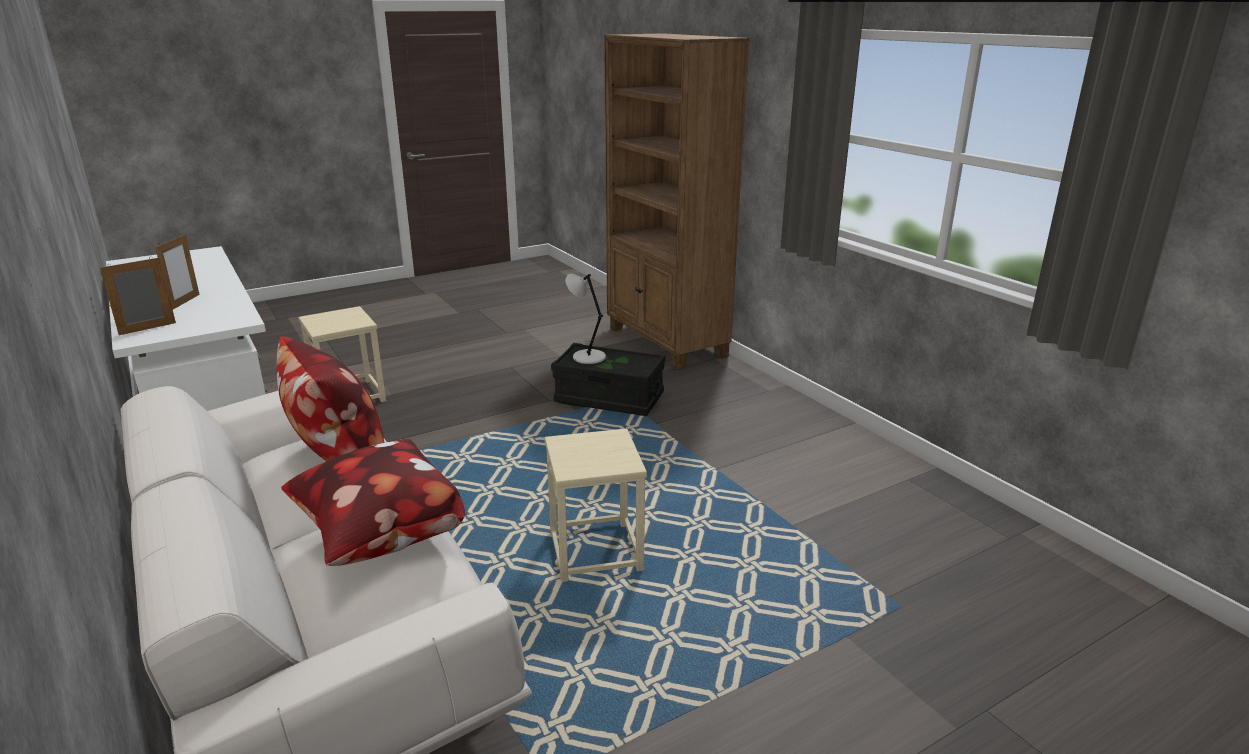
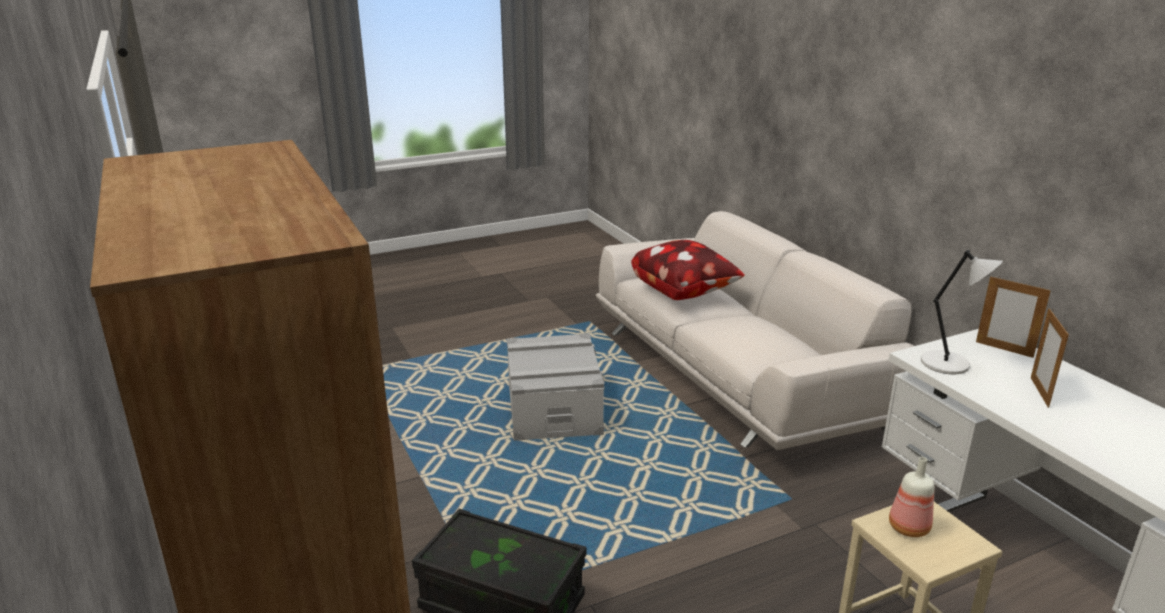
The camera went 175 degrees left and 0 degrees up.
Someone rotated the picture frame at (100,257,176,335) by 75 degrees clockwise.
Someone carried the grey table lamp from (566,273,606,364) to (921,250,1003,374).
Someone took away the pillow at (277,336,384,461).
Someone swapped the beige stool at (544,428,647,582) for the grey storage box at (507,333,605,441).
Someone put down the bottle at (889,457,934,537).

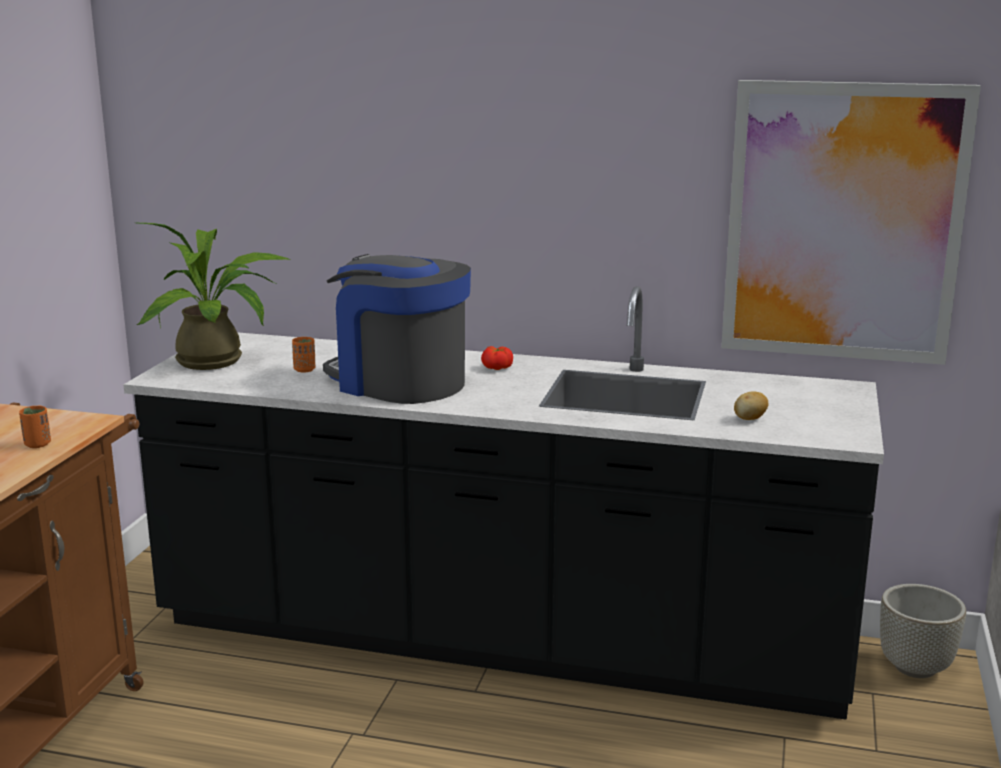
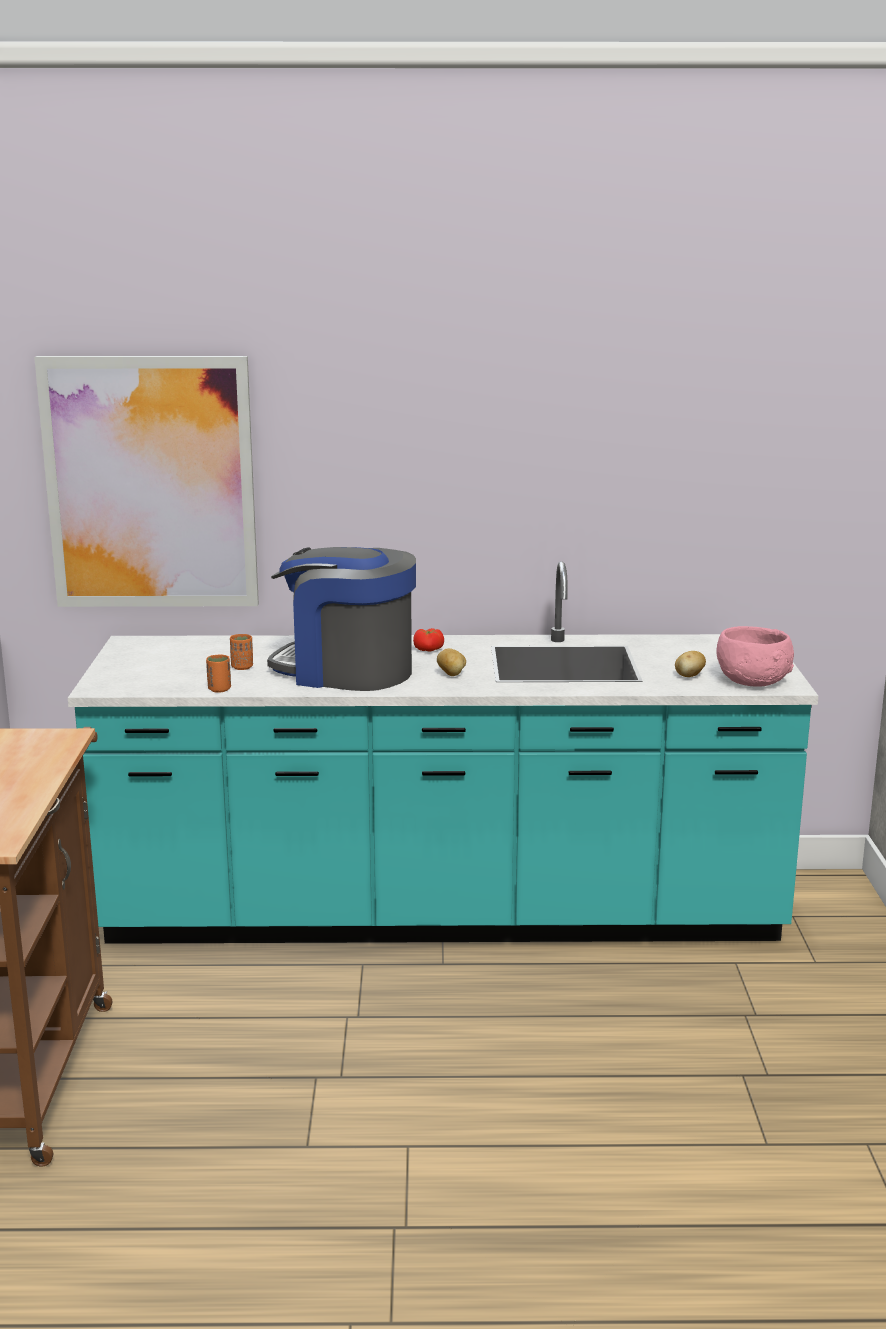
The camera went 15 degrees left and 0 degrees up.
Someone carried the picture from (721,80,981,365) to (34,356,259,607).
Someone took away the potted plant at (137,223,291,370).
Someone repainted the black counter at (123,286,884,720), which became the turquoise counter at (68,562,818,944).
Someone carried the orange cup from (19,406,51,448) to (206,654,231,693).
Someone took away the grey planter at (880,584,966,678).
Someone put down the pink bowl at (716,626,794,687).
Someone put down the potato at (437,648,466,676).

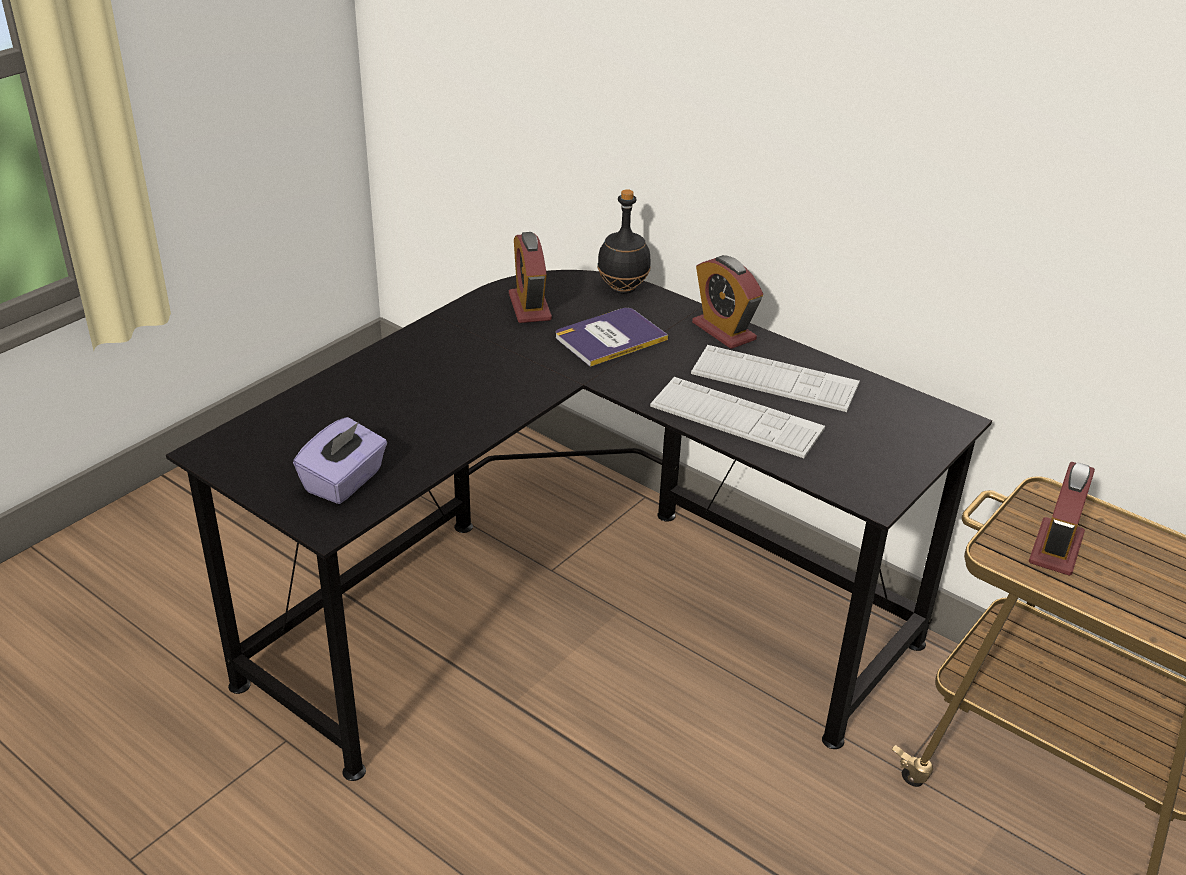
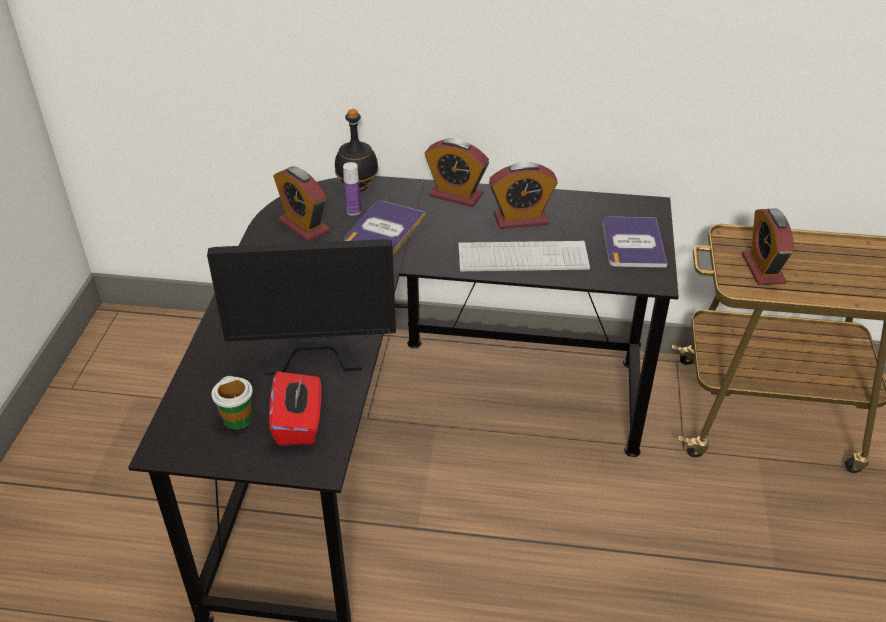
The camera went 30 degrees left and 5 degrees up.
Someone swapped the keyboard at (691,345,860,412) for the alarm clock at (489,162,558,229).
Someone repainted the purple tissue box at (293,417,387,504), which became the red tissue box at (269,372,321,446).
Someone put down the bottle at (343,162,361,216).
Someone put down the book at (602,217,667,268).
Someone put down the monitor at (207,239,396,375).
Someone put down the cup at (212,376,253,429).

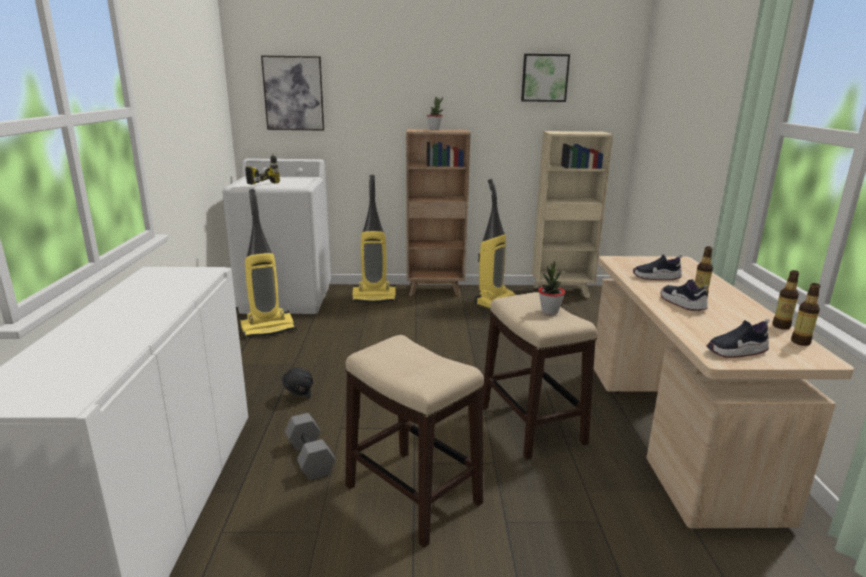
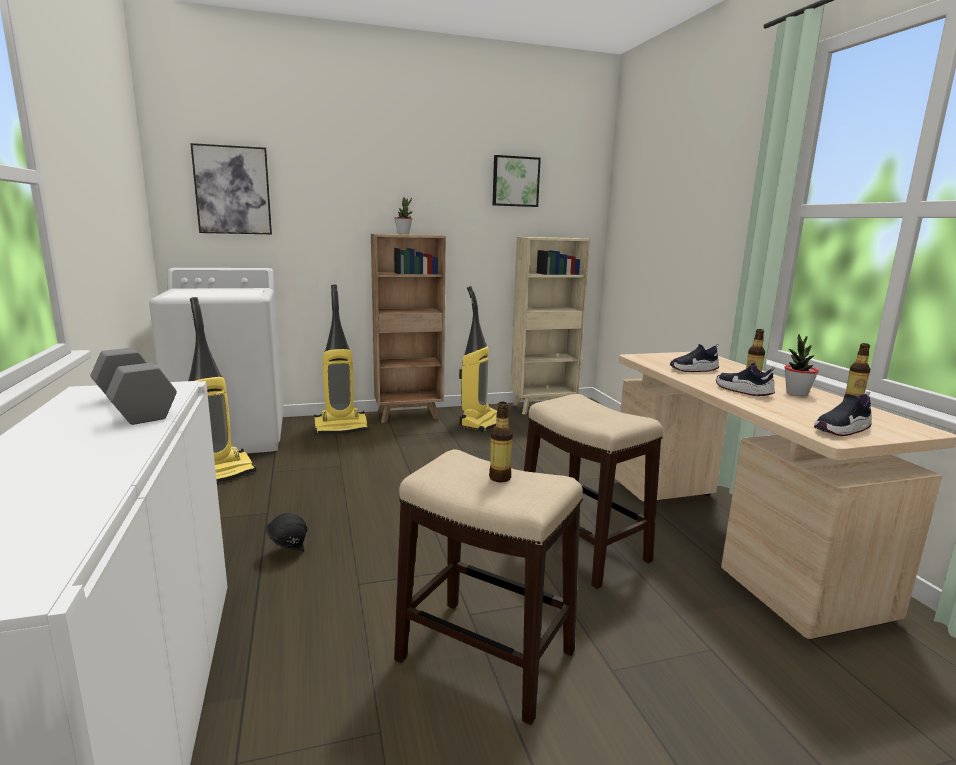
The camera went 15 degrees left and 5 degrees down.
Someone took away the power drill at (245,153,280,185).
Someone carried the potted plant from (539,260,565,315) to (784,334,819,396).
Someone carried the bottle from (791,283,820,346) to (489,402,513,482).
Someone carried the grey dumbbell from (285,413,336,480) to (91,348,177,425).

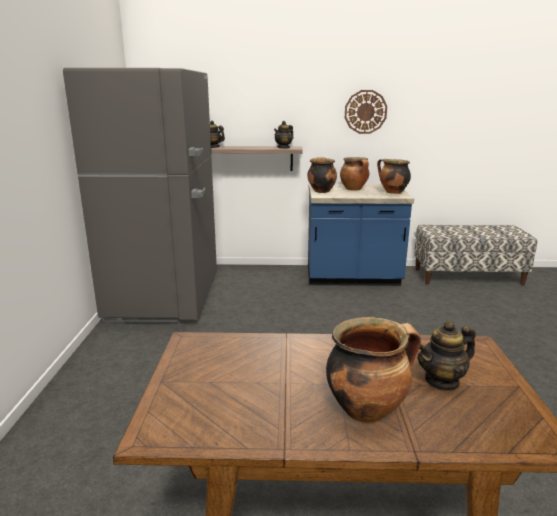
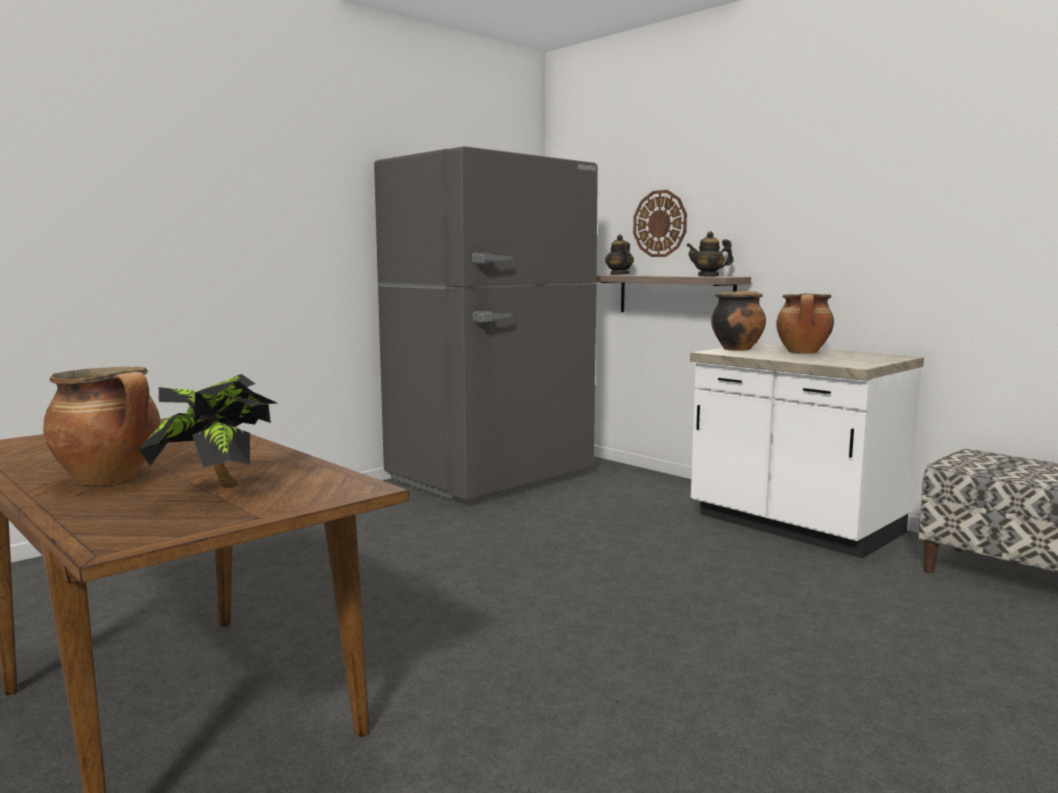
The camera went 45 degrees right and 10 degrees down.
Someone carried the wall clock from (345,90,387,134) to (633,190,687,257).
Someone took away the cooking pot at (377,159,411,194).
Someone repainted the blue counter at (308,184,414,286), which became the white counter at (690,343,924,558).
Someone swapped the teapot at (418,321,476,392) for the potted plant at (138,374,277,488).

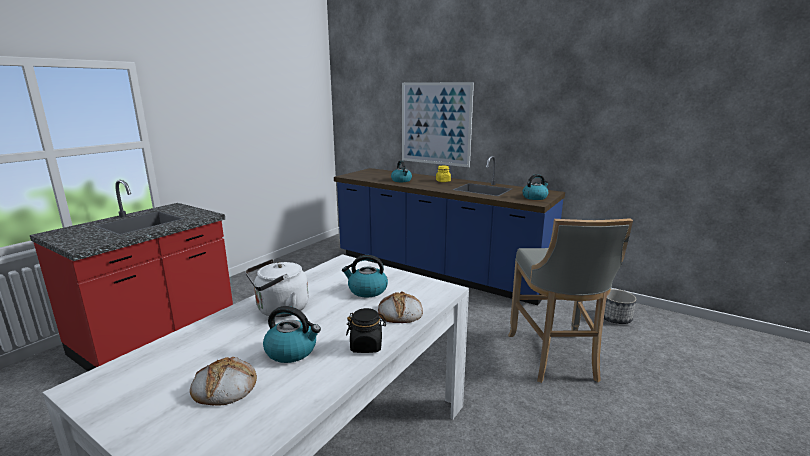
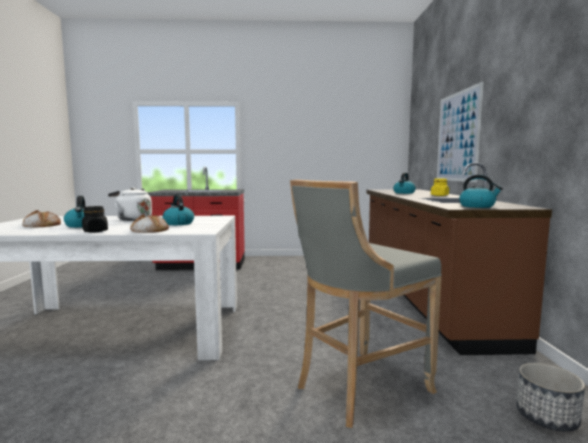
The camera went 55 degrees right and 10 degrees down.
Someone repainted the blue counter at (334,156,565,305), which became the brown counter at (367,163,552,355).

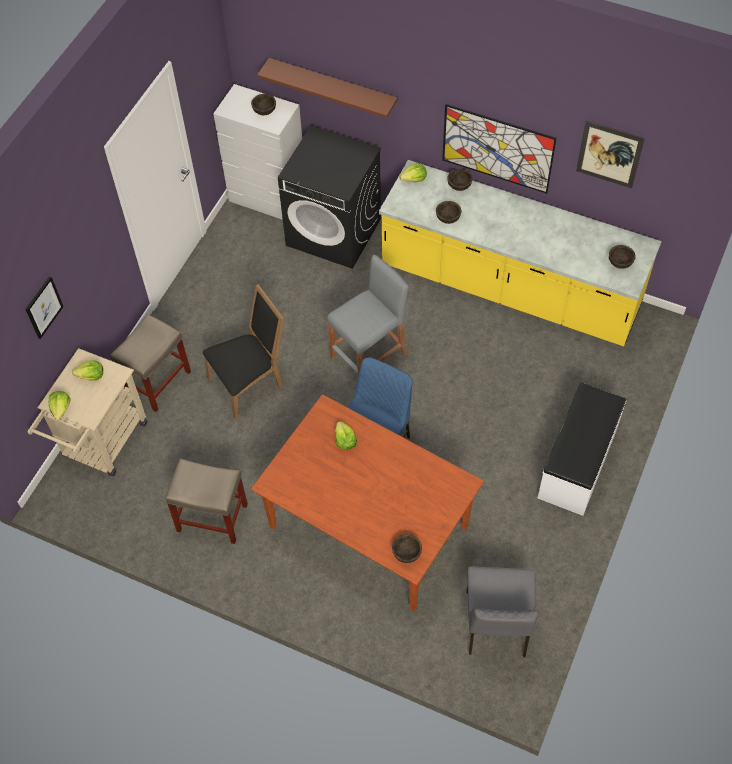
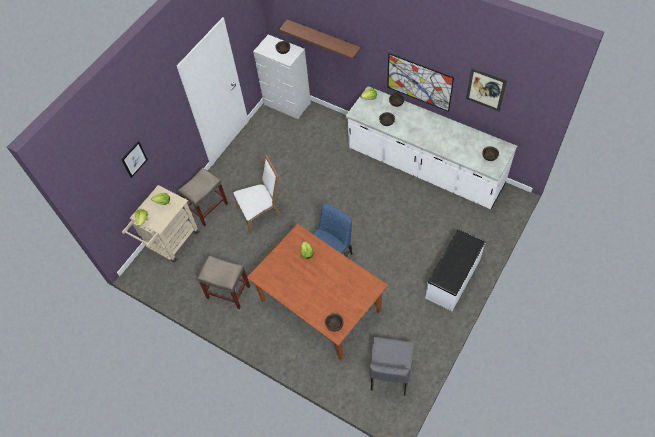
The camera went 10 degrees right and 0 degrees up.
Someone took away the black washing machine at (278,125,381,269).
Someone repainted the yellow counter at (379,160,662,347), which became the white counter at (346,86,517,209).
Someone took away the grey stool at (327,255,409,374).
Someone repainted the black chair at (203,284,284,419), which became the white chair at (233,154,280,234).

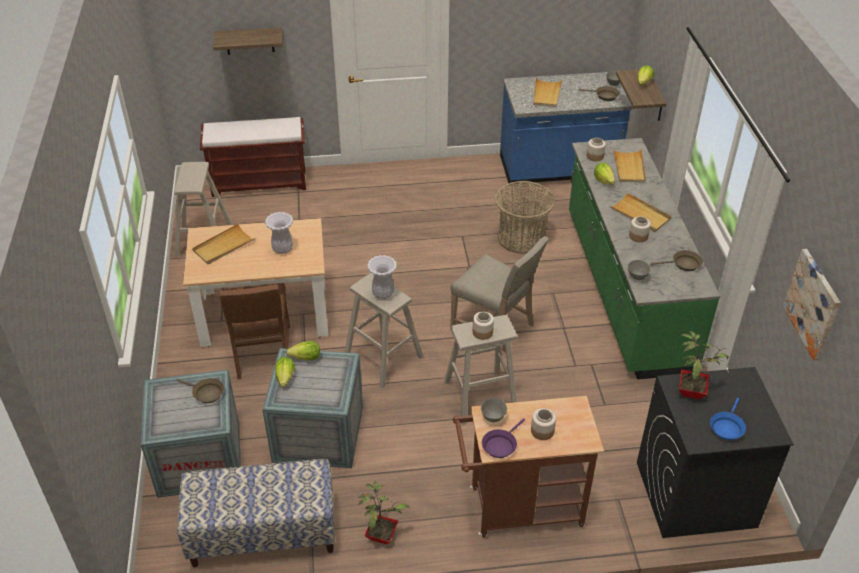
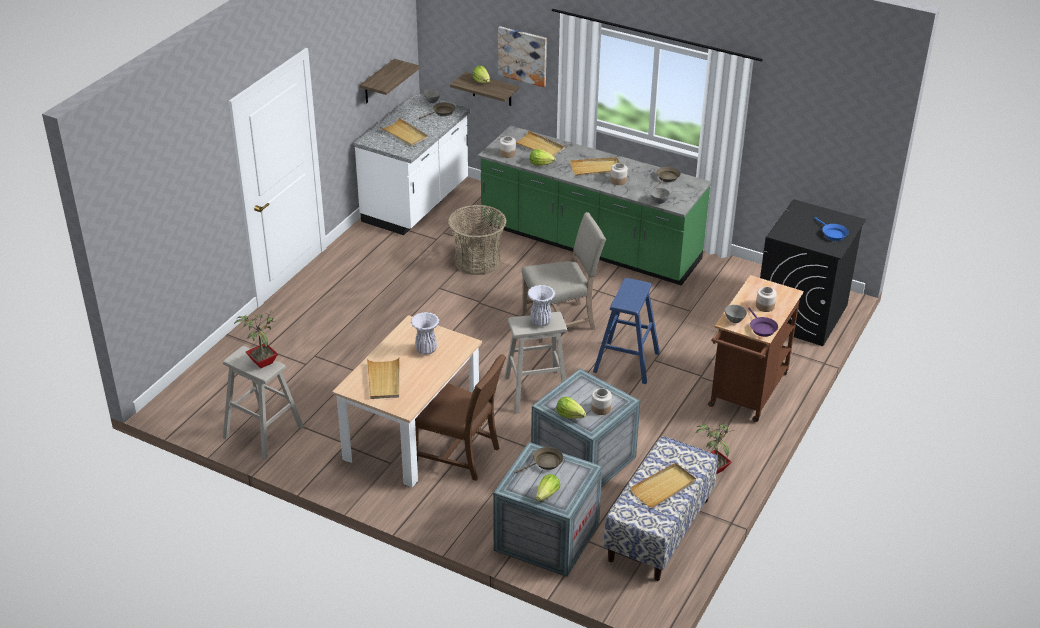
The camera went 55 degrees left and 5 degrees down.
Someone carried the shelf from (213,28,282,55) to (360,59,420,103).
Someone repainted the blue counter at (500,72,633,183), which became the white counter at (354,93,471,235).
Someone took away the brown bench at (200,117,306,197).
Someone carried the picture from (783,249,841,360) to (498,26,547,87).
Someone carried the jar from (473,312,494,340) to (591,388,612,415).
Someone repainted the beige stool at (444,315,518,425), which became the blue stool at (593,278,660,384).
Someone carried the potted plant from (679,331,729,399) to (234,310,278,368).
Someone carried the lettuce from (286,341,320,360) to (536,474,560,501).
Someone put down the beige tray at (630,463,696,508).

